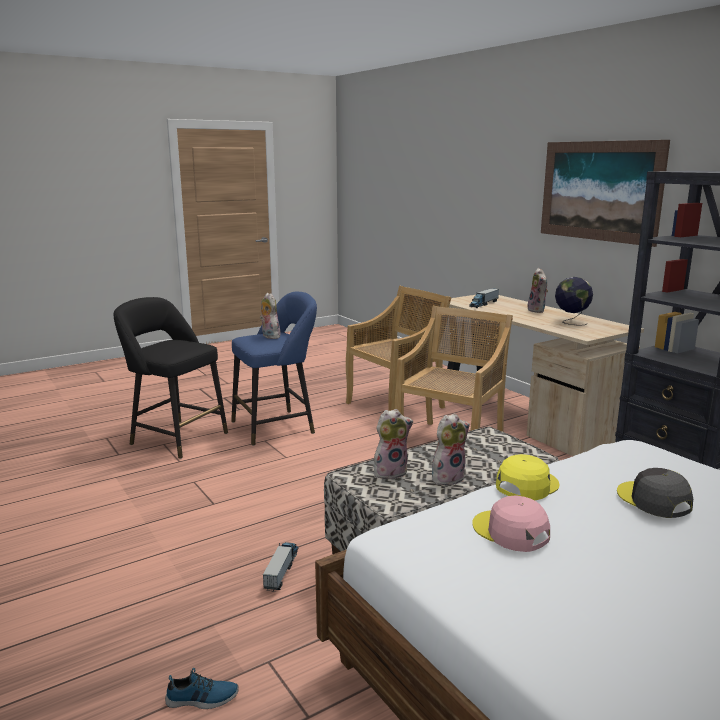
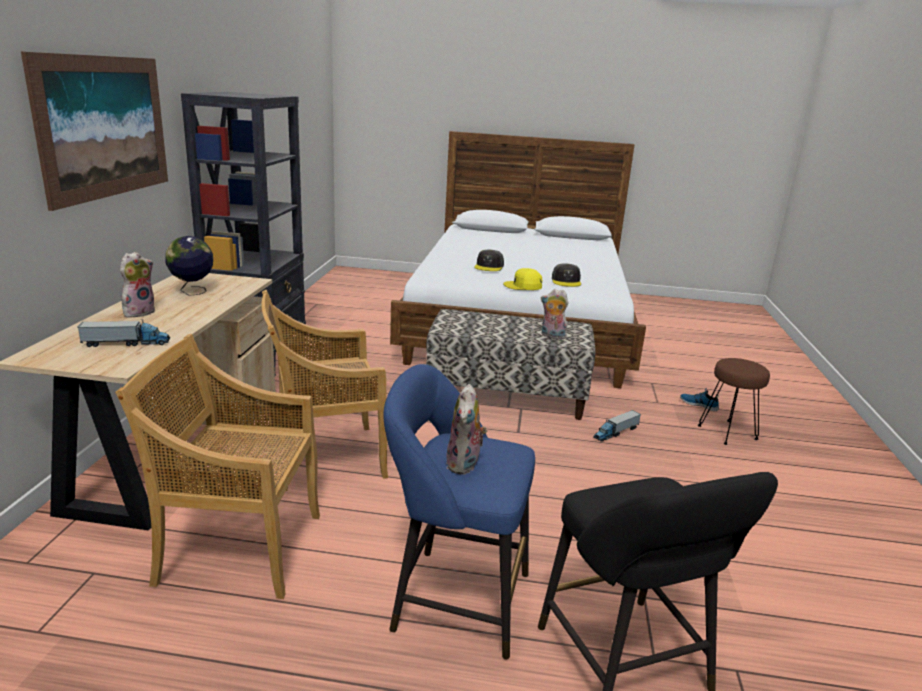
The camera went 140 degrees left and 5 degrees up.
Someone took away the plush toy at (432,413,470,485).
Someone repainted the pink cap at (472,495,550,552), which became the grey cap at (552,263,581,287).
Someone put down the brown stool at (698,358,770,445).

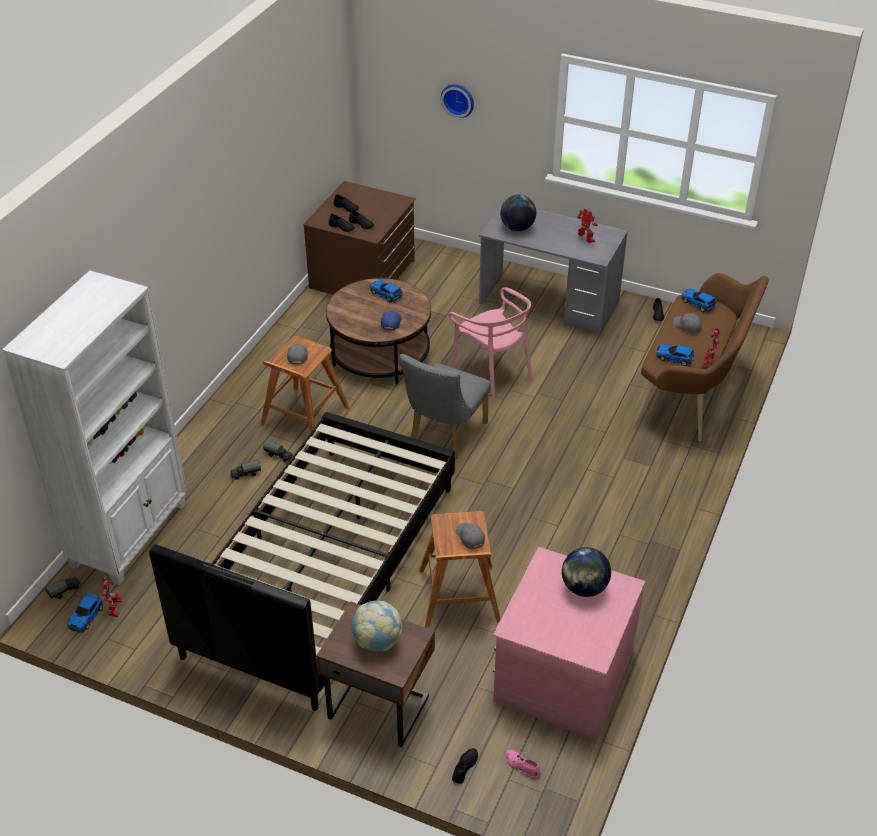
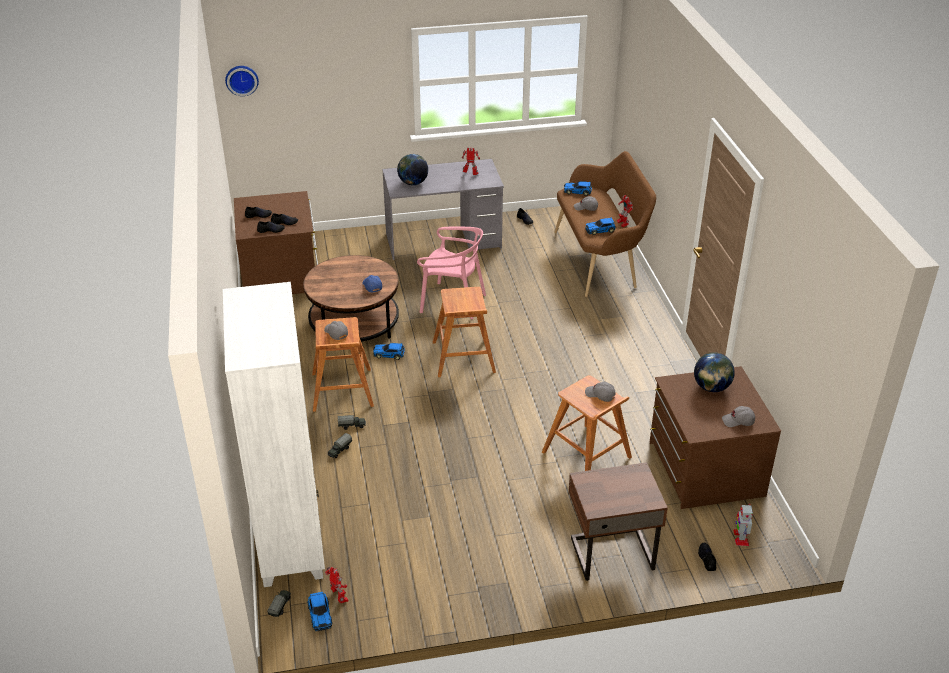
The camera went 35 degrees left and 5 degrees down.
Someone carried the wall clock from (441,84,474,118) to (225,66,259,96).
Someone carried the toy car from (370,280,403,302) to (373,343,405,360).
Someone swapped the grey chair at (400,354,491,459) for the brown stool at (433,287,496,377).
Someone took away the black bed at (149,412,455,711).
Someone repainted the pink dresser at (493,547,645,740), which became the brown dresser at (649,366,781,509).
Someone took away the globe at (352,601,402,651).
Someone swapped the pink shoe at (506,750,541,779) for the toy robot at (733,504,753,546).
Someone put down the grey cap at (722,406,755,427).

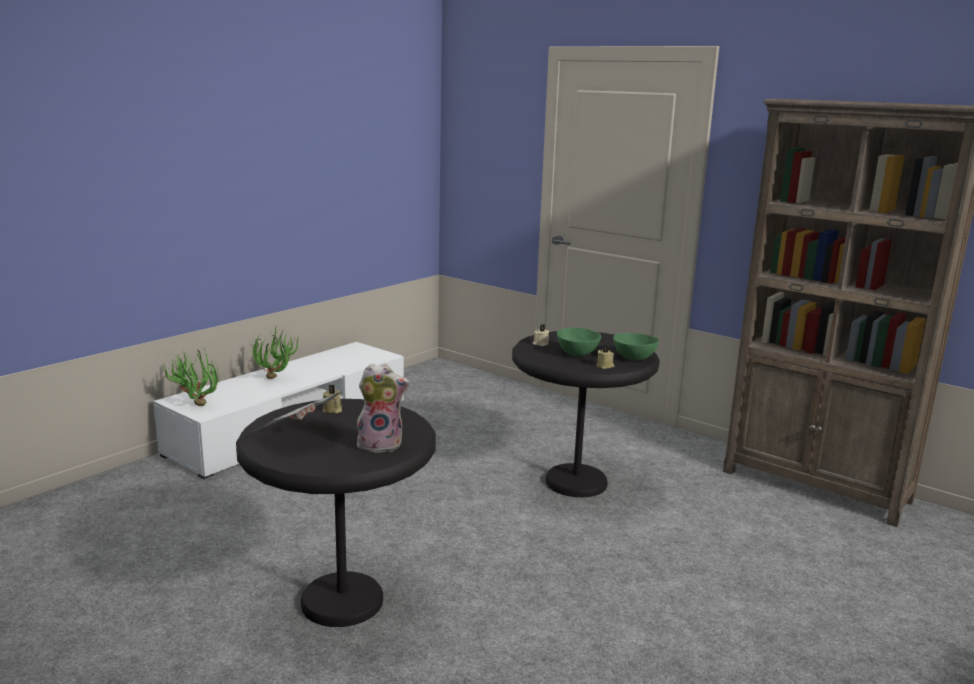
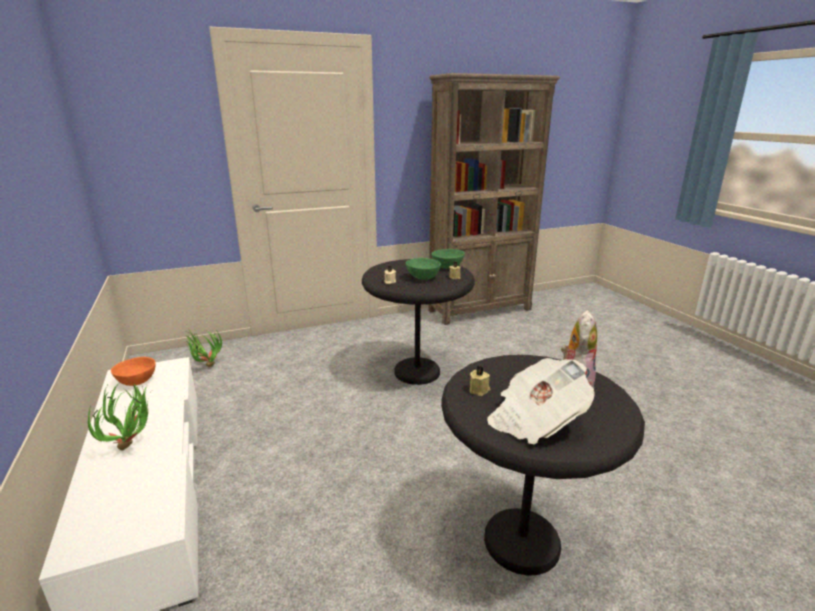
The camera went 60 degrees left and 5 degrees up.
Someone carried the potted plant from (163,348,219,406) to (183,330,222,367).
Someone put down the orange bowl at (111,357,156,386).

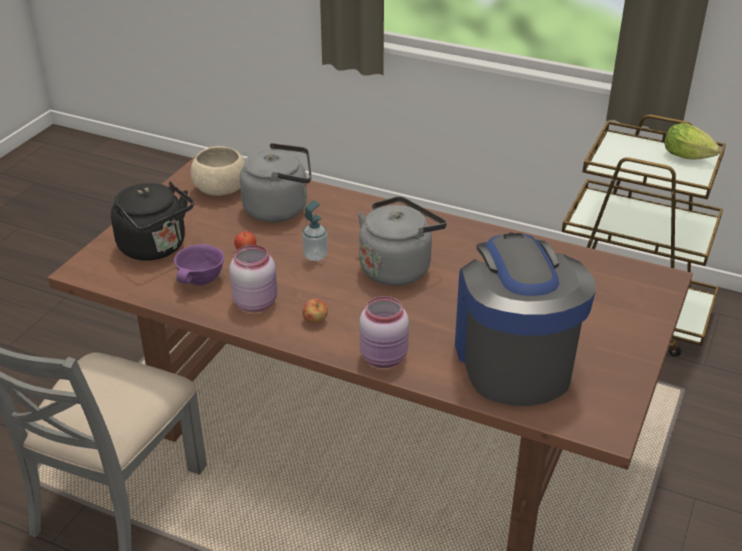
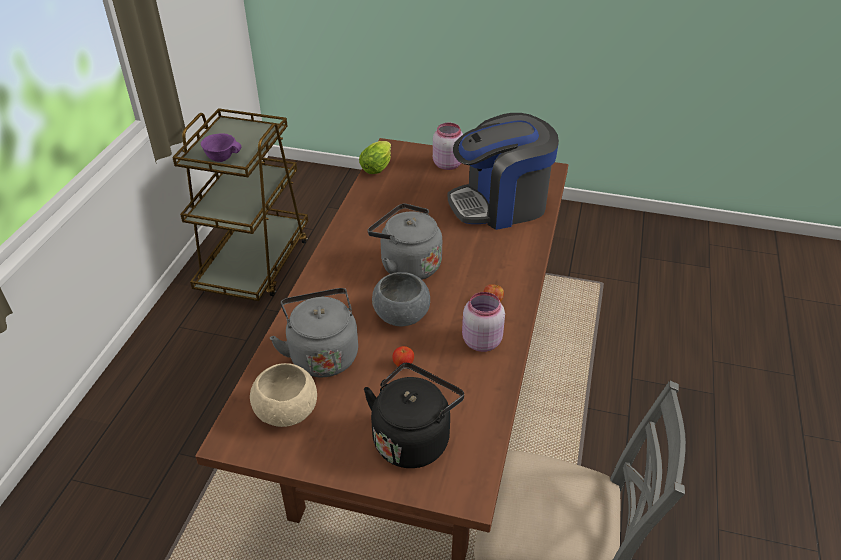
The camera went 100 degrees left and 5 degrees up.
Someone carried the lettuce from (664,123,720,160) to (359,141,391,174).
Someone swapped the soap dispenser at (302,200,328,261) for the grey bowl at (372,272,430,327).
Someone carried the purple bowl from (174,244,225,285) to (201,133,241,162).
Someone carried the pink jar from (359,296,409,368) to (433,123,463,170).

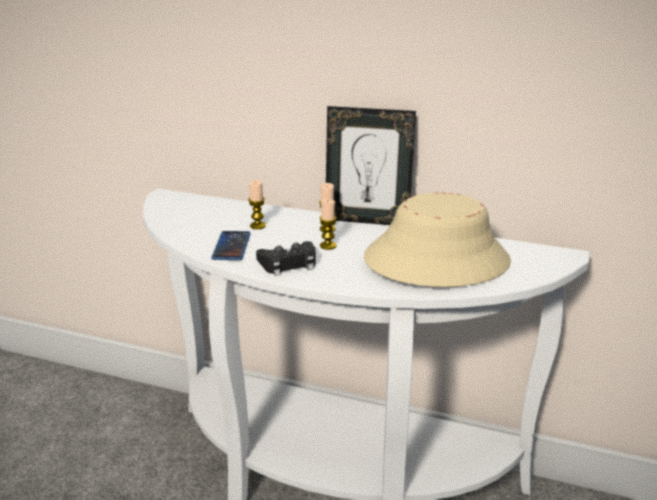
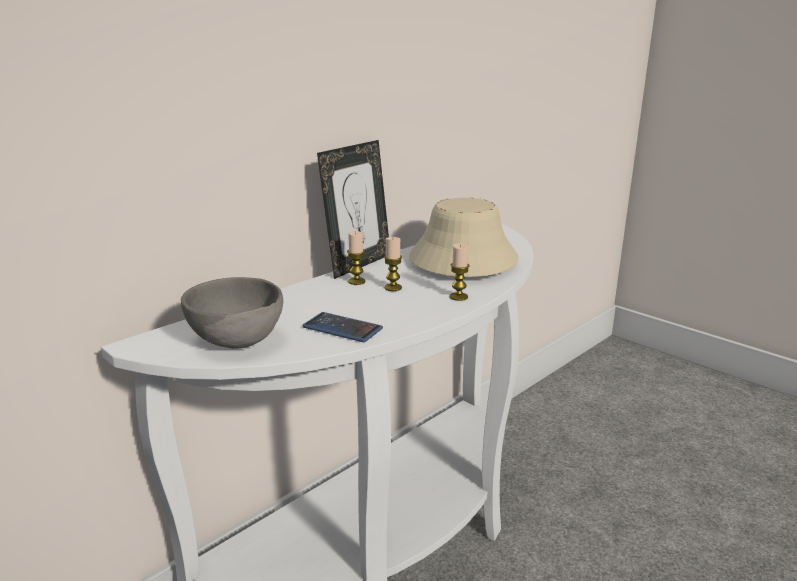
The camera went 65 degrees left and 5 degrees down.
Someone carried the candle from (248,180,266,229) to (450,243,470,301).
Someone took away the black game controller at (256,241,316,276).
Someone put down the grey bowl at (181,277,283,349).

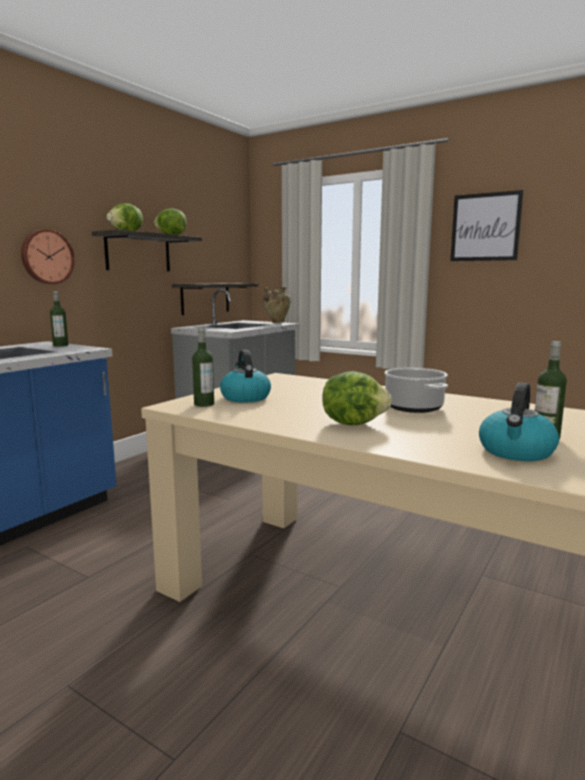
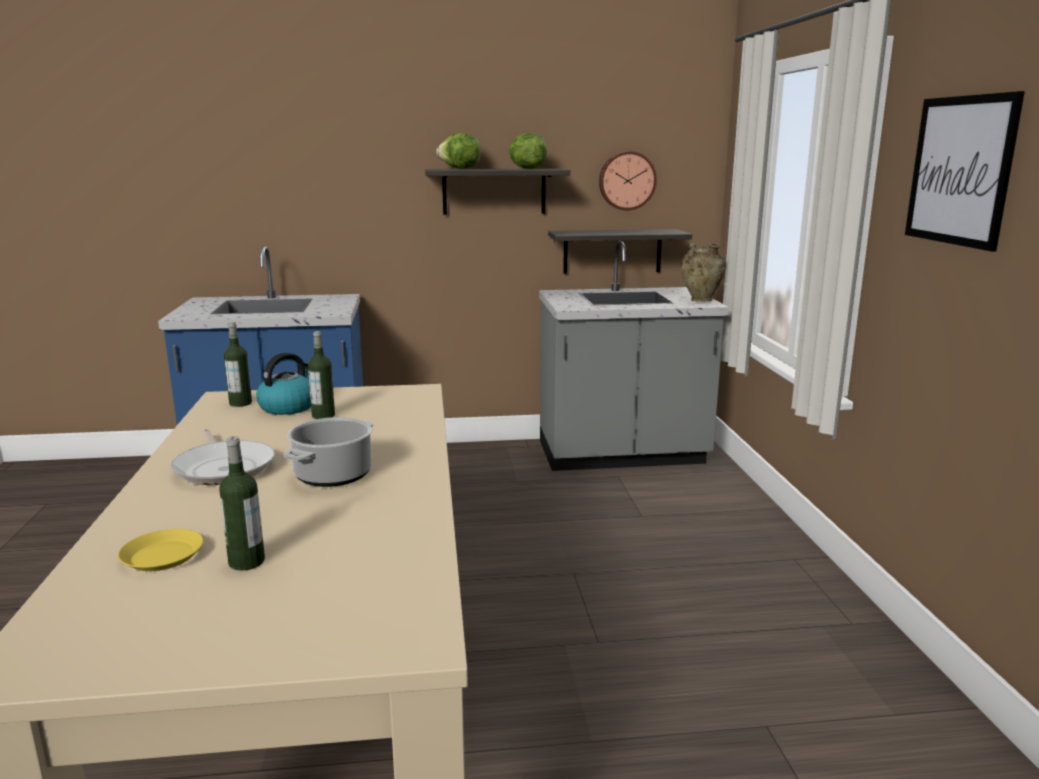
The camera went 50 degrees right and 5 degrees up.
Someone carried the wall clock from (21,229,75,284) to (599,151,657,210).
Someone carried the bottle from (50,291,68,347) to (308,331,335,419).
Someone swapped the lettuce at (322,371,392,425) for the frying pan at (171,429,275,485).
Someone swapped the kettle at (479,382,559,461) for the yellow plate at (118,529,203,571).

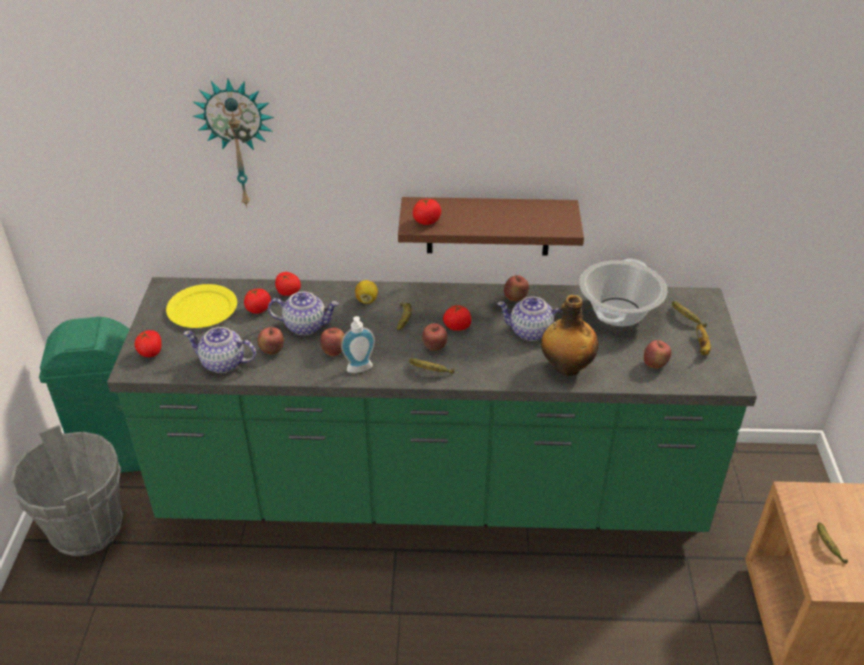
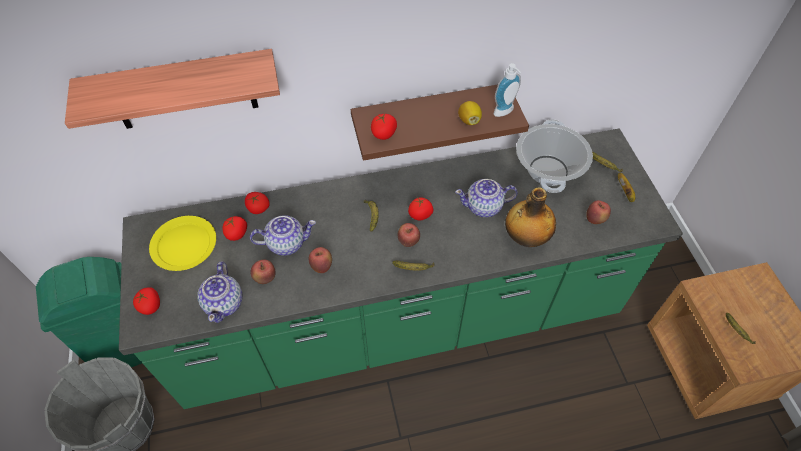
The camera went 15 degrees left and 15 degrees up.
Someone swapped the wall clock at (193,79,274,208) for the shelf at (65,49,280,129).
Someone took away the apple at (504,275,529,301).
Someone carried the lemon from (355,280,378,304) to (458,101,482,125).
Someone carried the soap dispenser from (341,316,375,373) to (494,63,521,117).
Someone rotated the teapot at (183,327,256,373) by 90 degrees counterclockwise.

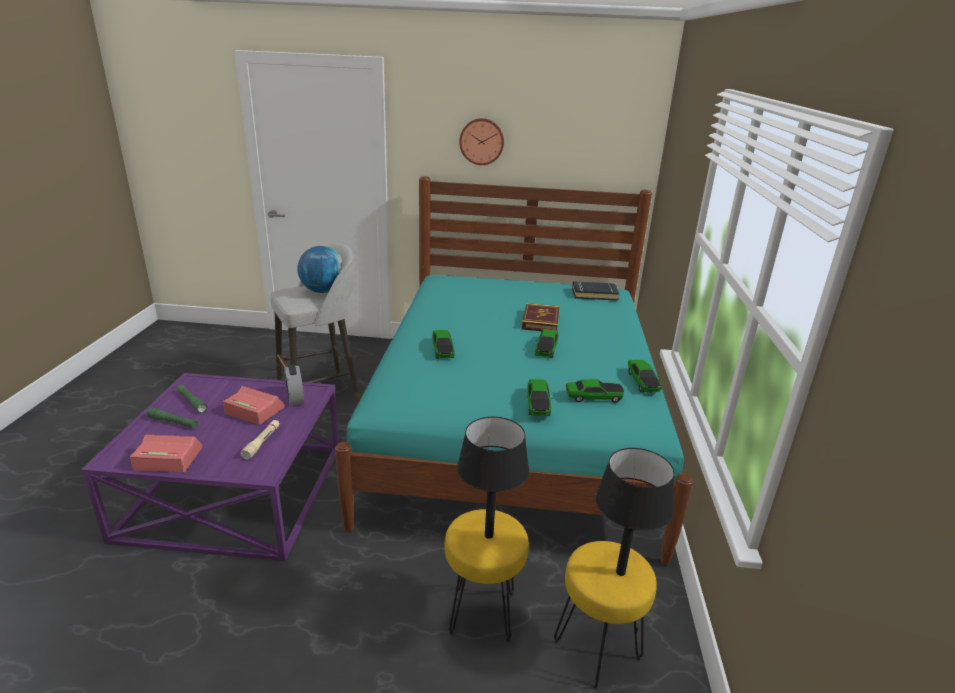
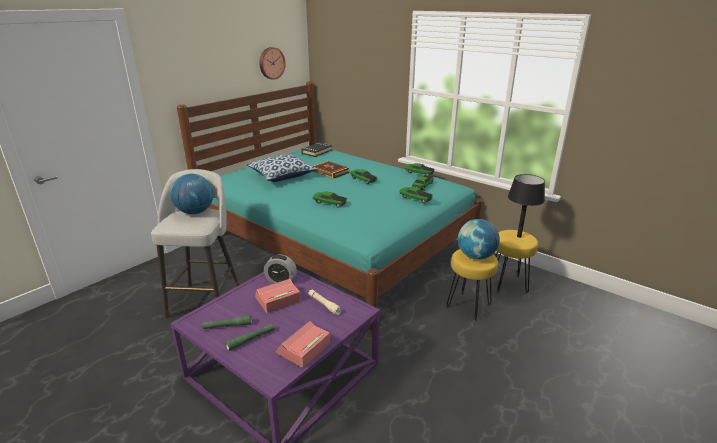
The camera went 55 degrees left and 0 degrees up.
Someone carried the wall clock from (459,118,504,165) to (260,47,286,80).
Someone swapped the black table lamp at (457,417,529,539) for the globe at (458,219,500,260).
Someone put down the pillow at (246,154,317,182).

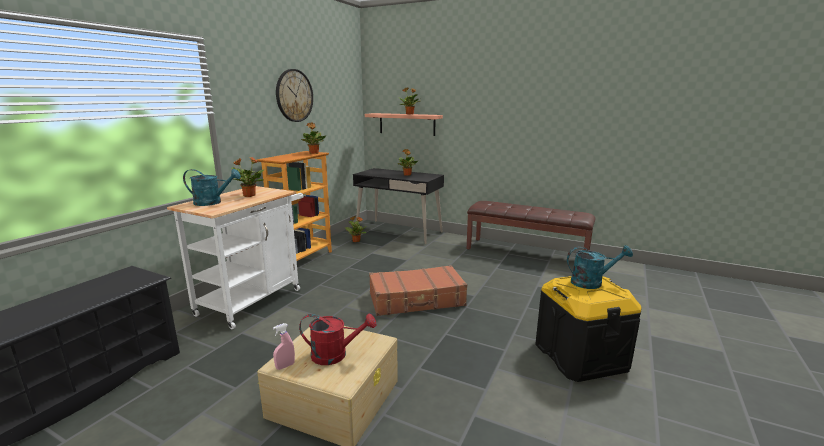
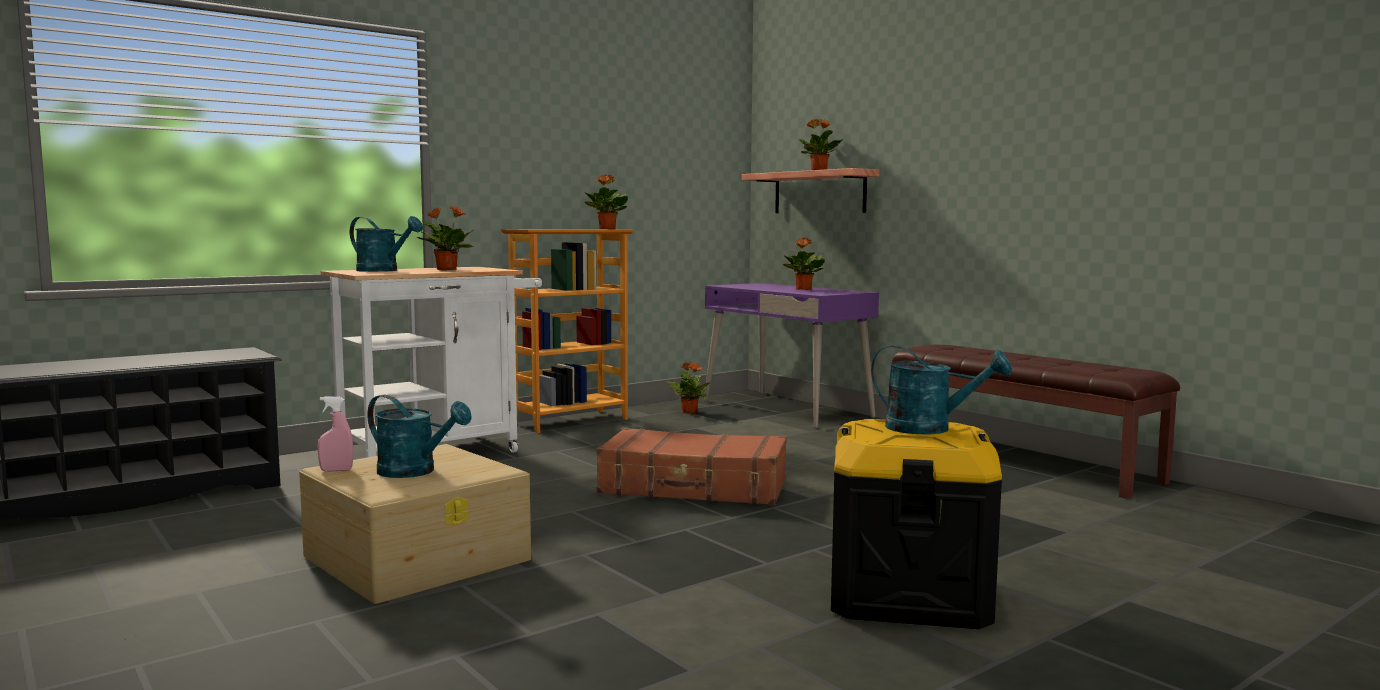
The camera went 25 degrees right and 10 degrees down.
Someone took away the wall clock at (276,69,313,122).
Someone repainted the black desk at (353,168,444,244), which became the purple desk at (704,283,879,428).
Someone repainted the red watering can at (299,314,376,365), which became the turquoise watering can at (367,395,472,478).

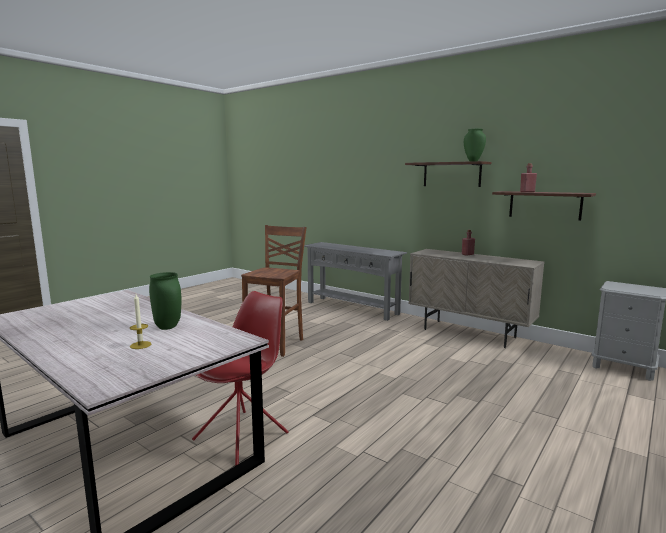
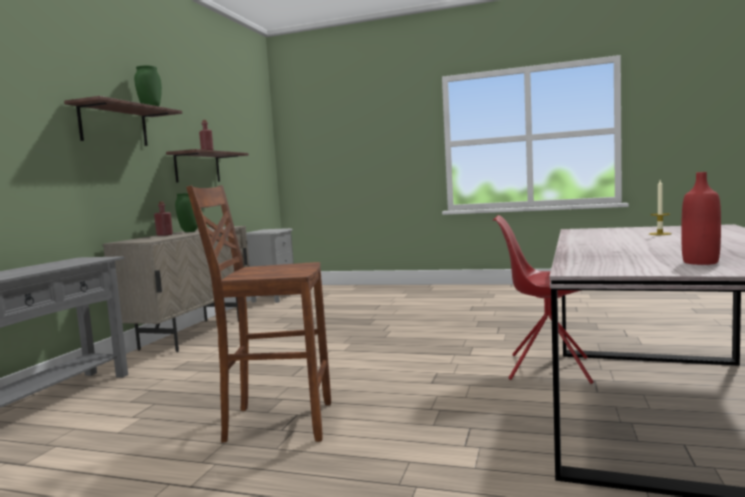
The camera went 110 degrees left and 5 degrees down.
Someone carried the green vase from (149,272,181,330) to (175,193,198,232).
Someone put down the red bottle at (681,172,721,265).

